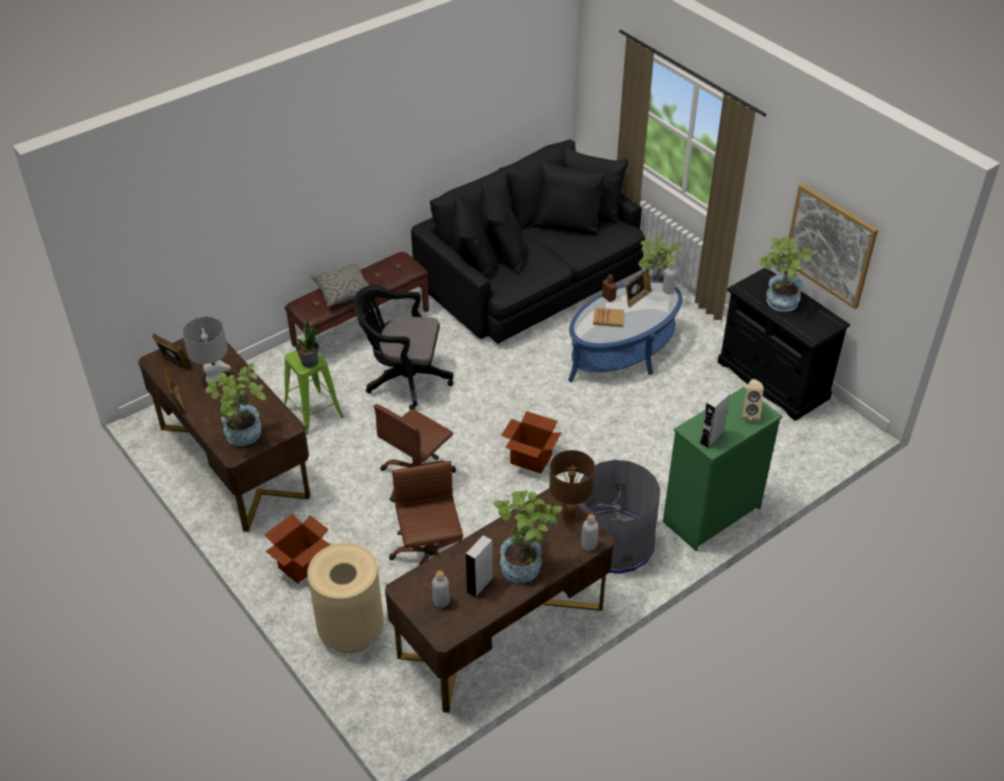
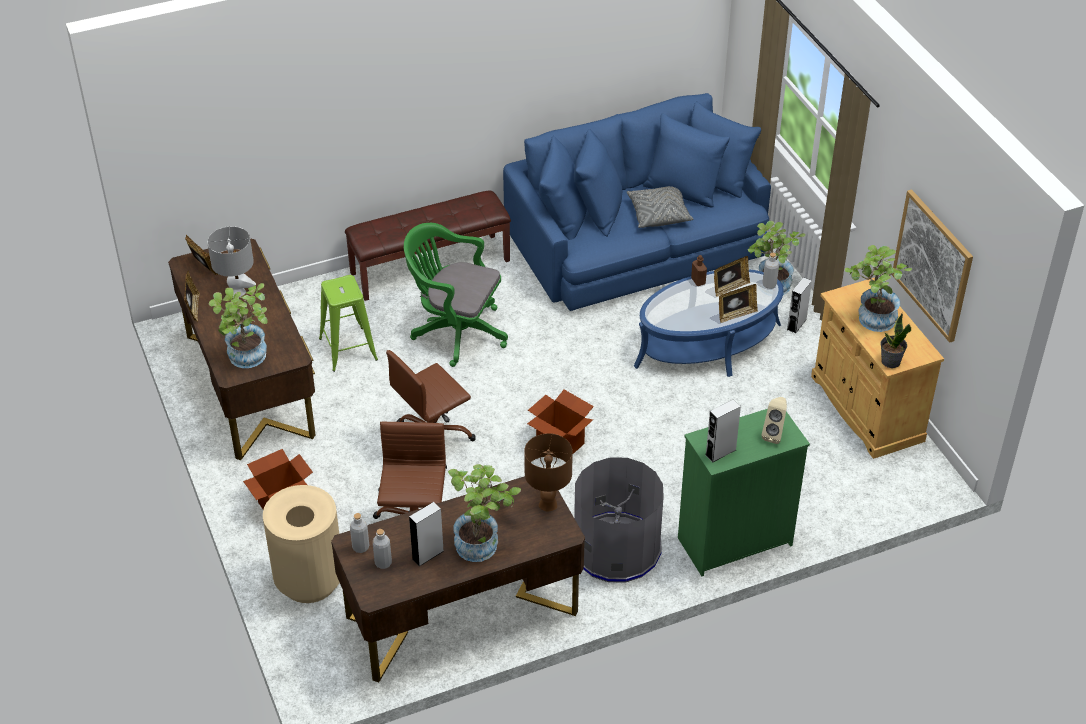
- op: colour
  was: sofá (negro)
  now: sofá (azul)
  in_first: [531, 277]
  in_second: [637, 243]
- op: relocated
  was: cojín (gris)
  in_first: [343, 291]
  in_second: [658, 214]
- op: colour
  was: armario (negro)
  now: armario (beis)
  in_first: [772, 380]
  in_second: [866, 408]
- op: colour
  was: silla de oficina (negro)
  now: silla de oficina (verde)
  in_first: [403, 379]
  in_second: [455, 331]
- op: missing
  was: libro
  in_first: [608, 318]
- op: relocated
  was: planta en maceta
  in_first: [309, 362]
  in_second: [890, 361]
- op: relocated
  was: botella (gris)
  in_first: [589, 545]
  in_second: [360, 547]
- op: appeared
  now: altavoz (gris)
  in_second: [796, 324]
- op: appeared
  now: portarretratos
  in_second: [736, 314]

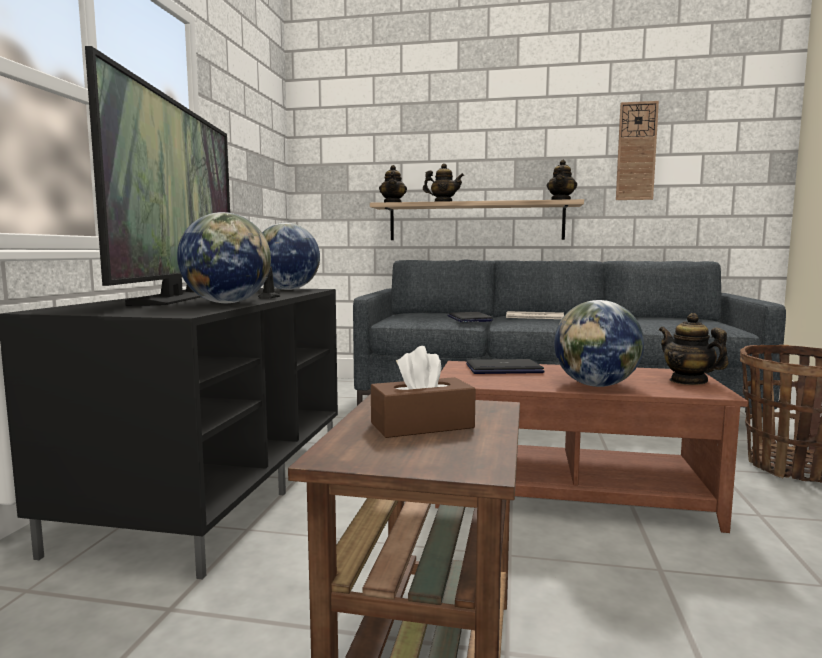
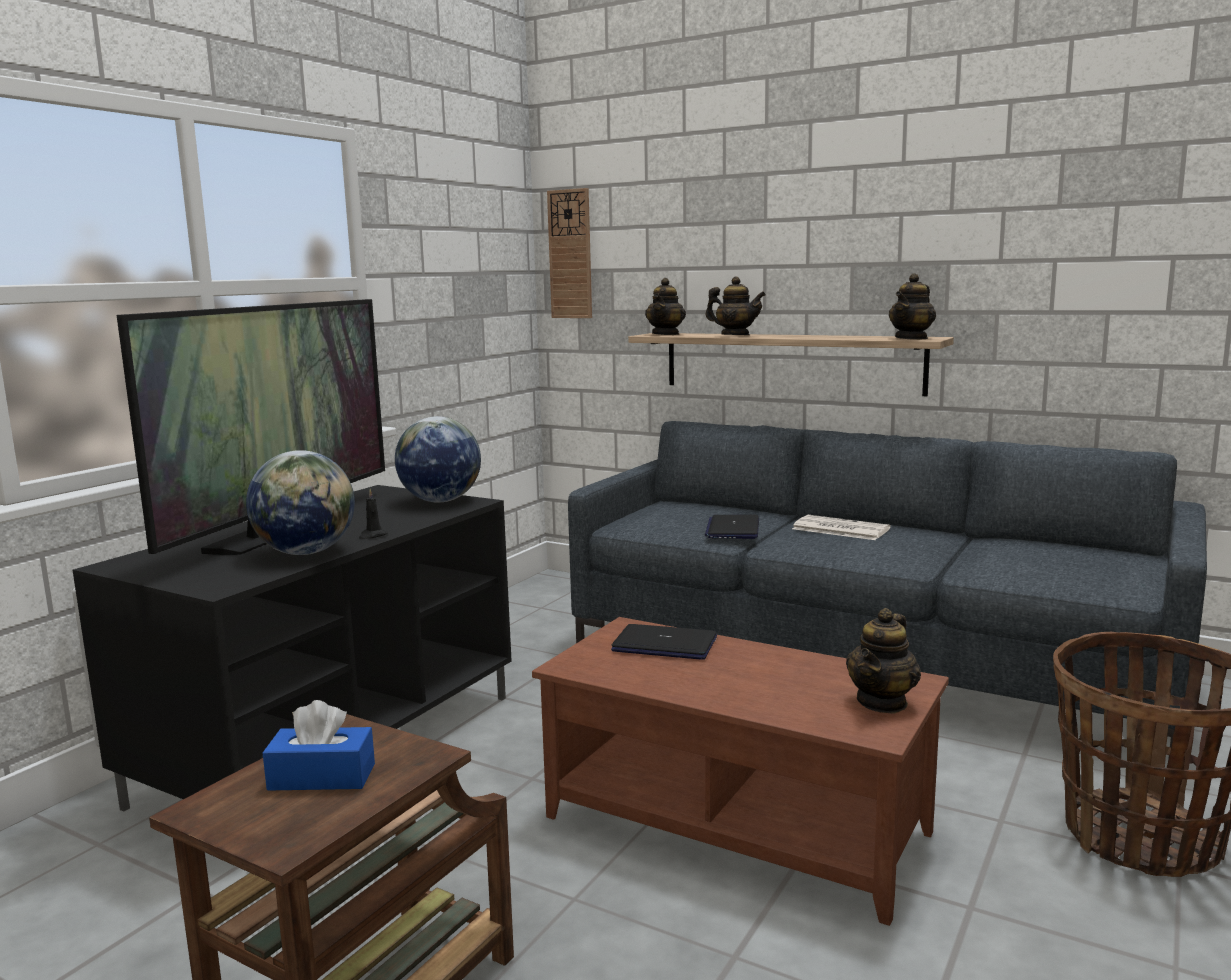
- op: relocated
  was: reloj de pared
  in_first: [636, 151]
  in_second: [570, 254]
- op: missing
  was: globo terráqueo
  in_first: [596, 385]
- op: spun
  was: tetera
  in_first: [688, 381]
  in_second: [882, 702]
  clockwise: -135
- op: colour
  was: caja de pañuelos (marrón)
  now: caja de pañuelos (azul)
  in_first: [422, 425]
  in_second: [322, 777]

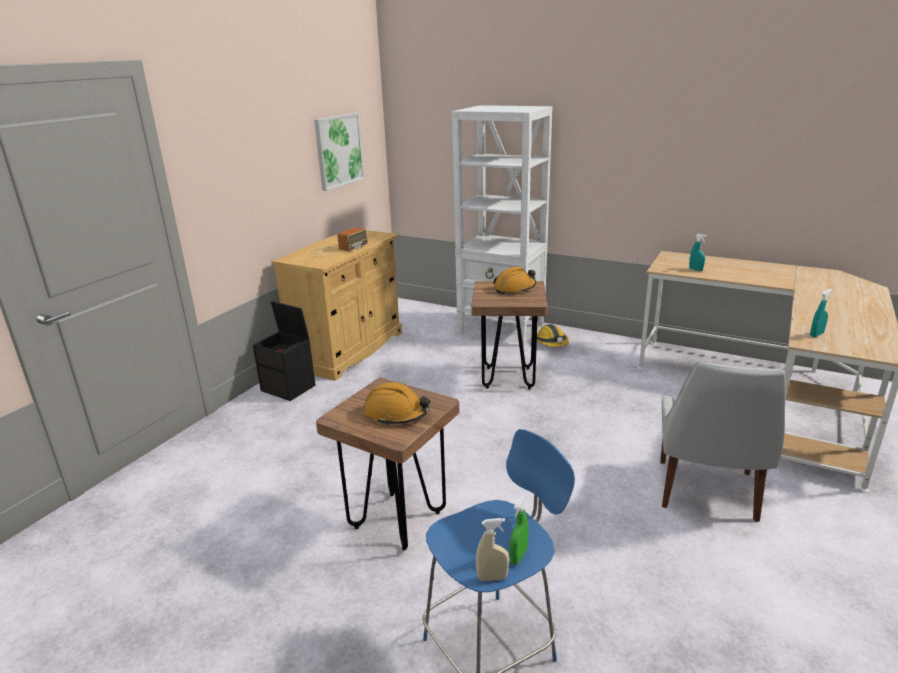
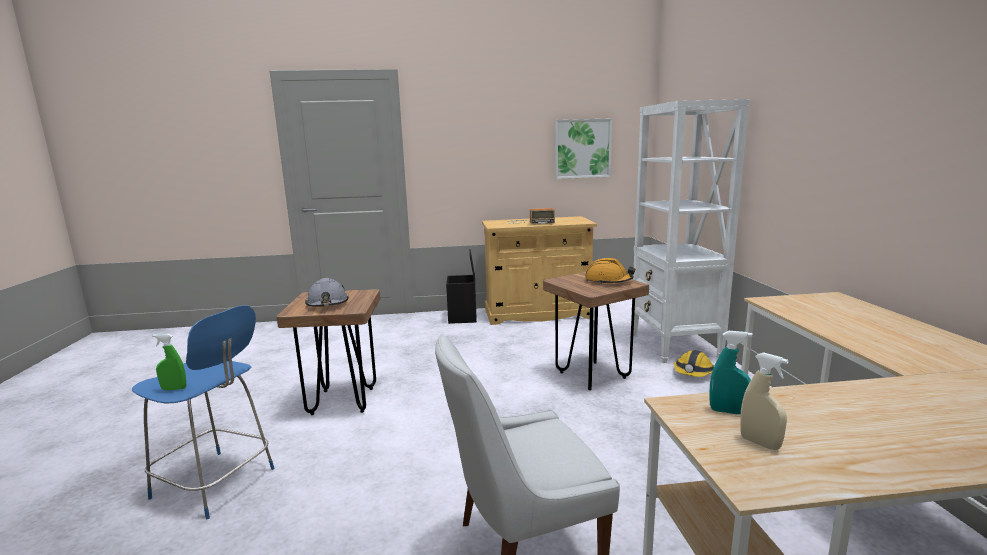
- op: missing
  was: pulverizador (turquesa)
  in_first: [695, 270]
- op: colour
  was: casco (naranja)
  now: casco (gris)
  in_first: [396, 413]
  in_second: [327, 304]
- op: relocated
  was: pulverizador (beis)
  in_first: [492, 578]
  in_second: [759, 443]

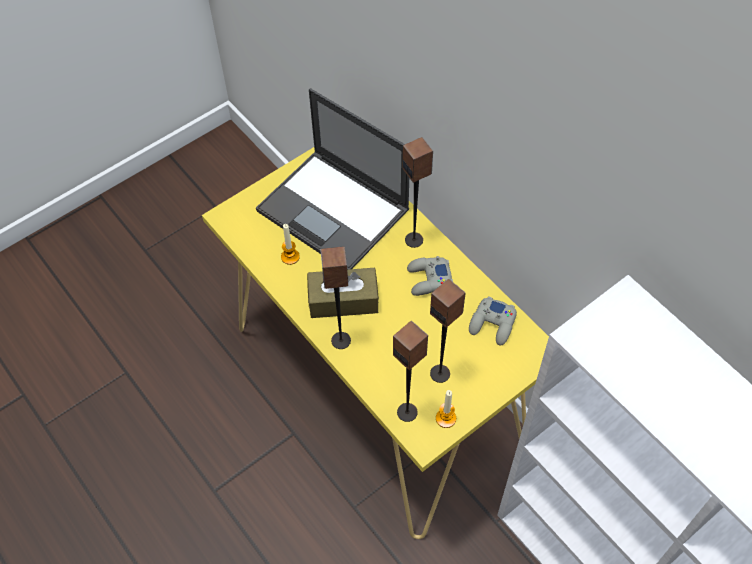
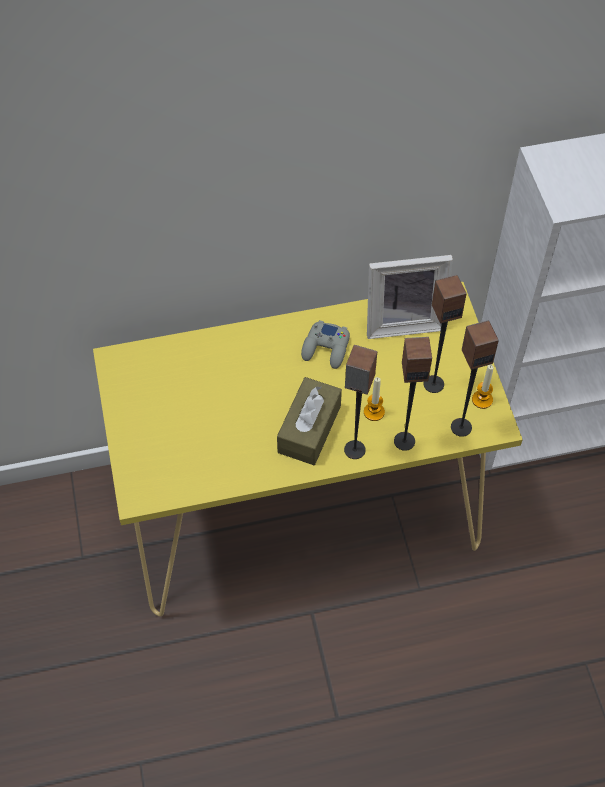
- op: missing
  was: portátil
  in_first: [334, 211]
- op: relocated
  was: altavoz
  in_first: [414, 240]
  in_second: [404, 440]
- op: relocated
  was: vela
  in_first: [290, 257]
  in_second: [374, 412]
- op: exchanged
  was: mando de consola (gris)
  now: portarretratos
  in_first: [493, 324]
  in_second: [403, 321]

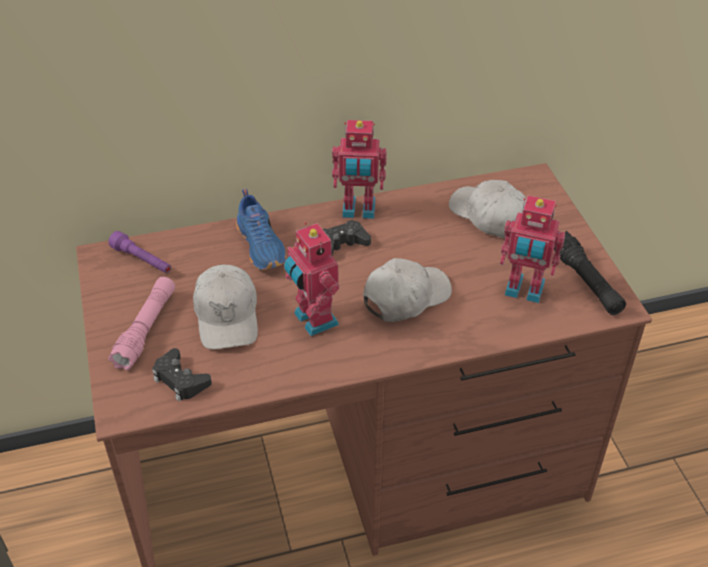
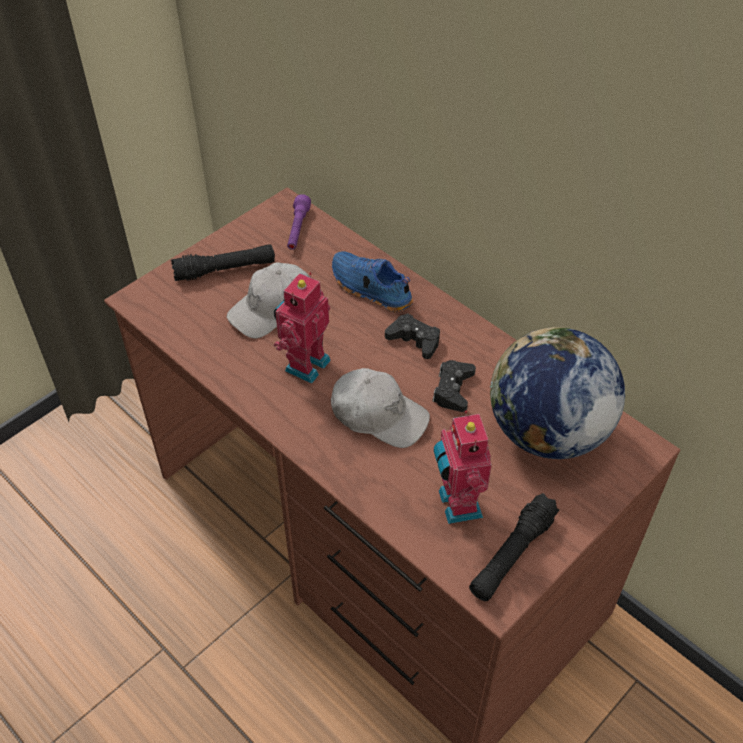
- op: missing
  was: robot de juguete
  in_first: [358, 210]
- op: exchanged
  was: gorra (blanco)
  now: globo terráqueo
  in_first: [488, 216]
  in_second: [546, 432]
- op: spun
  was: zapato (azul)
  in_first: [262, 246]
  in_second: [370, 290]
  clockwise: 90
- op: colour
  was: linterna (rosa)
  now: linterna (negro)
  in_first: [146, 329]
  in_second: [225, 270]
- op: relocated
  was: mando de consola (negro)
  in_first: [180, 380]
  in_second: [453, 390]

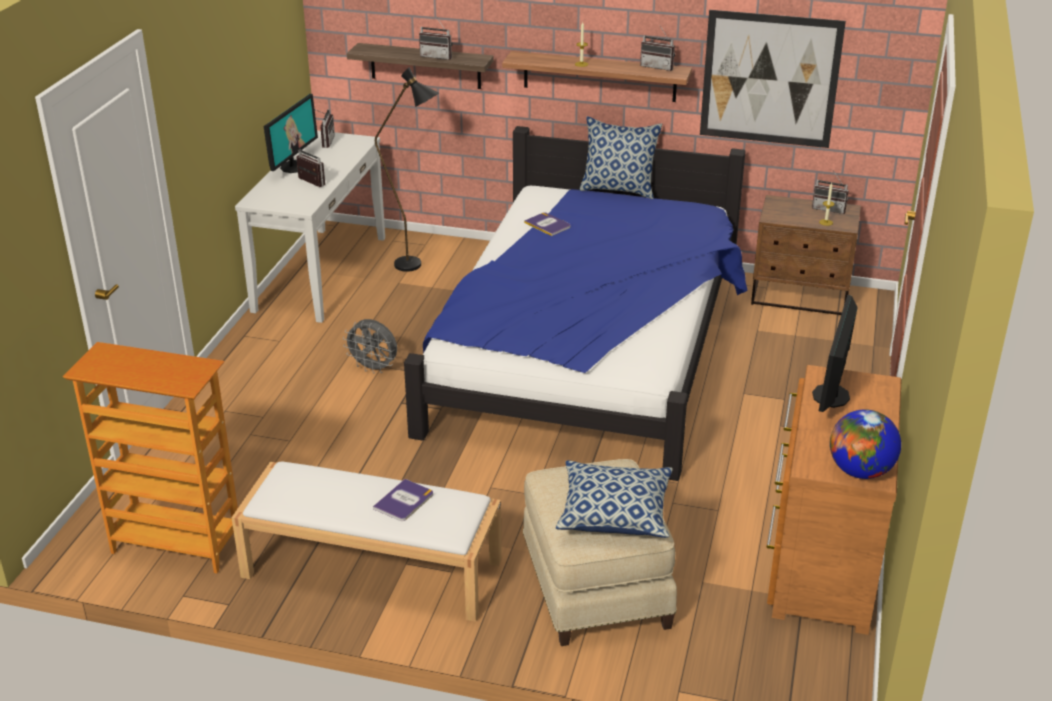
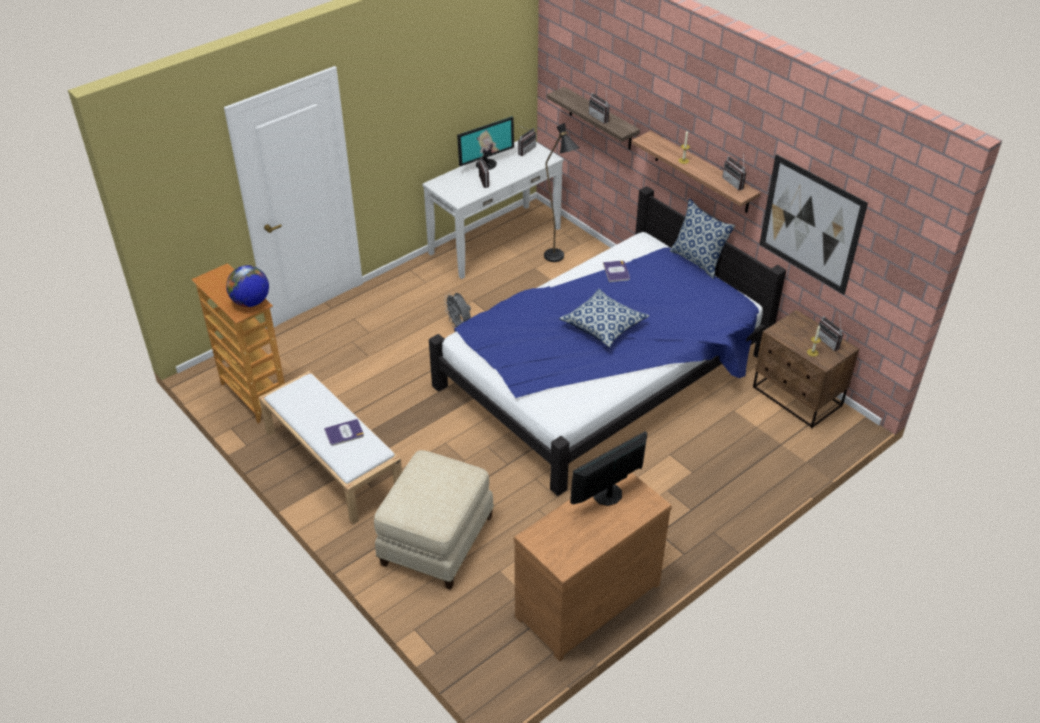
- op: relocated
  was: globo terráqueo
  in_first: [860, 471]
  in_second: [251, 302]
- op: relocated
  was: cojín
  in_first: [615, 513]
  in_second: [603, 326]

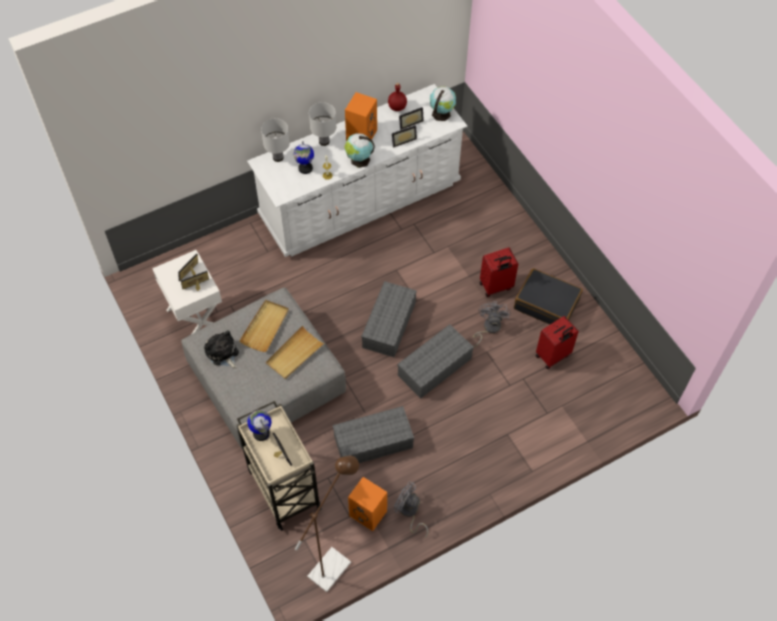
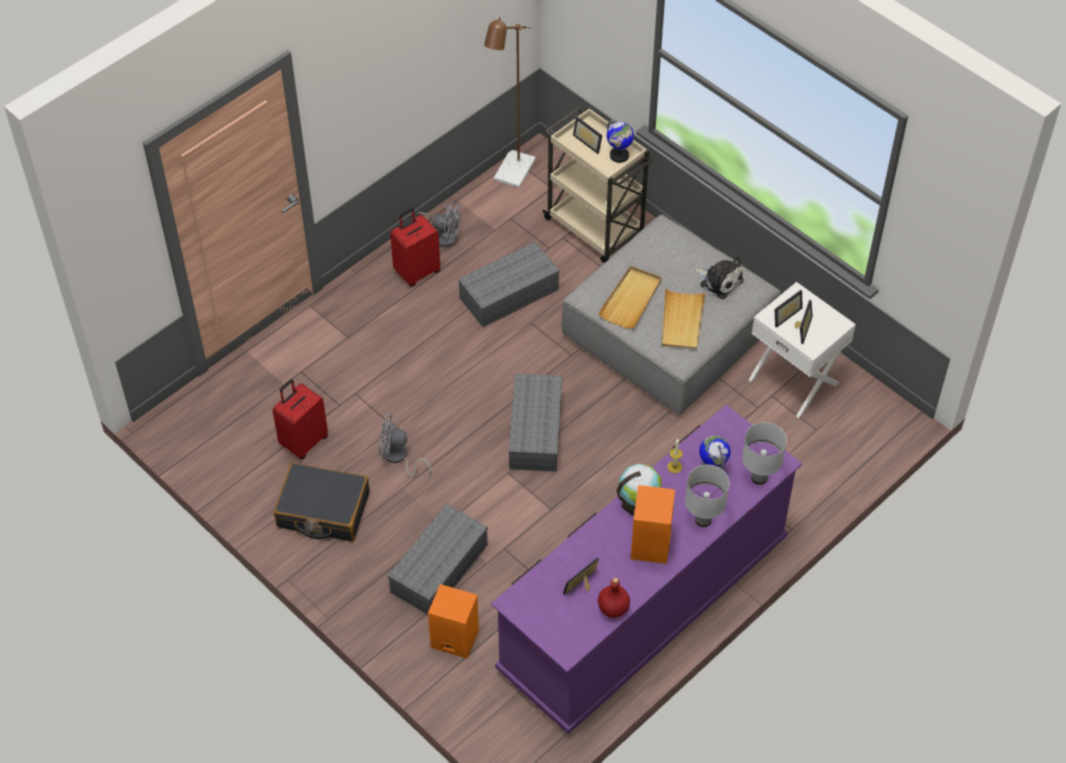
- op: colour
  was: cómoda (blanco)
  now: cómoda (morado)
  in_first: [360, 200]
  in_second: [643, 605]
- op: missing
  was: globo terráqueo
  in_first: [441, 113]
- op: missing
  was: portarretratos
  in_first: [403, 140]
- op: relocated
  was: maleta (rojo)
  in_first: [496, 287]
  in_second: [417, 272]
- op: spun
  was: ventilador (gris)
  in_first: [488, 328]
  in_second: [398, 458]
  clockwise: 105
- op: relocated
  was: caja de almacenaje (gris)
  in_first: [434, 368]
  in_second: [439, 567]
- op: relocated
  was: altavoz (naranja)
  in_first: [369, 513]
  in_second: [453, 639]

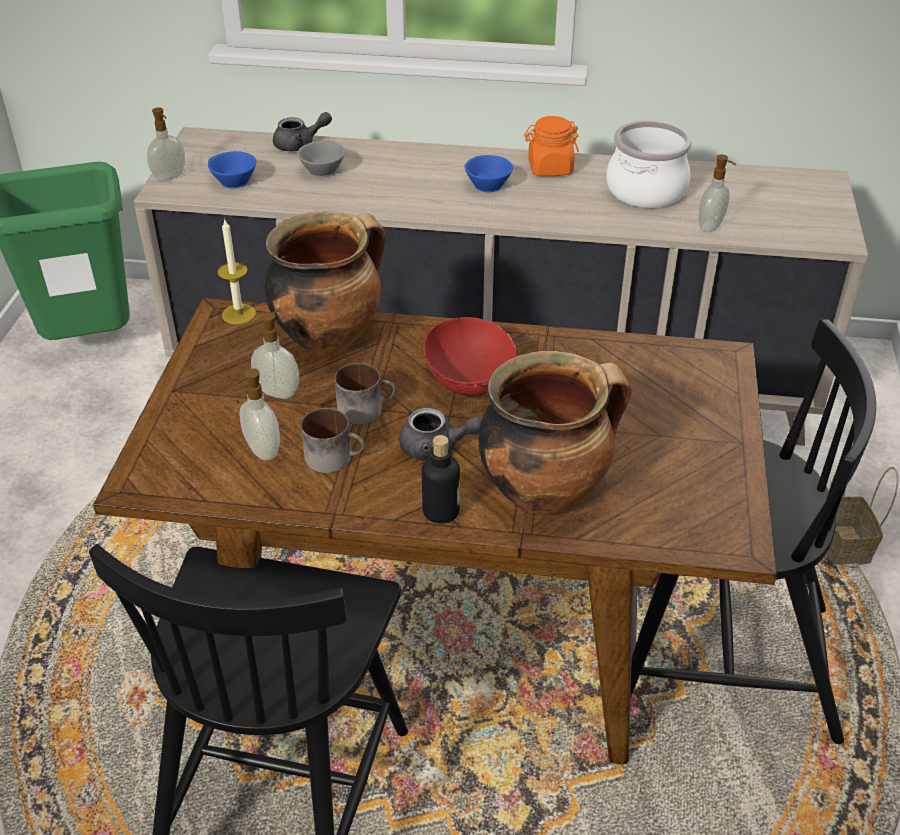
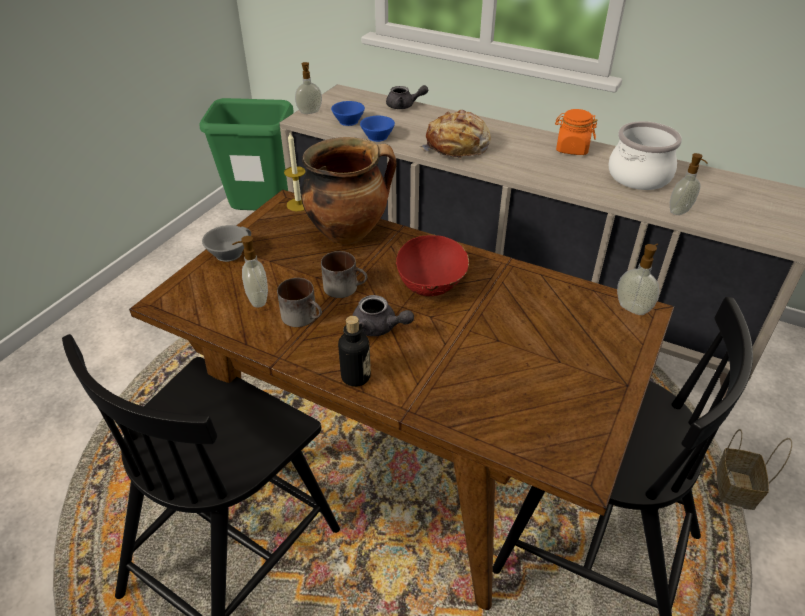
- op: relocated
  was: taza (gris)
  in_first: [321, 169]
  in_second: [228, 252]
- op: relocated
  was: taza (azul)
  in_first: [485, 184]
  in_second: [376, 136]
- op: relocated
  was: dispensador de jabón
  in_first: [278, 391]
  in_second: [633, 308]
- op: missing
  was: olla
  in_first: [545, 491]
- op: appeared
  now: pan
  in_second: [457, 147]

